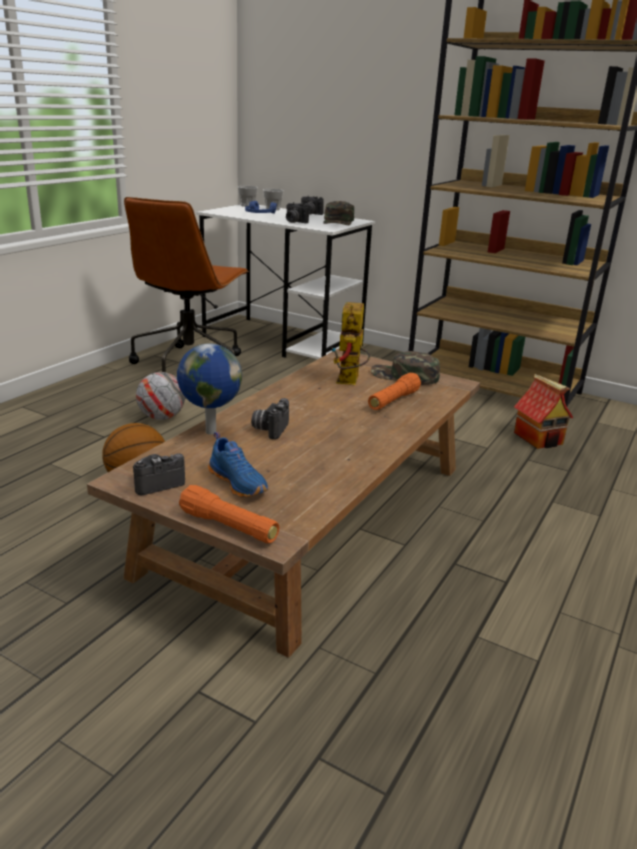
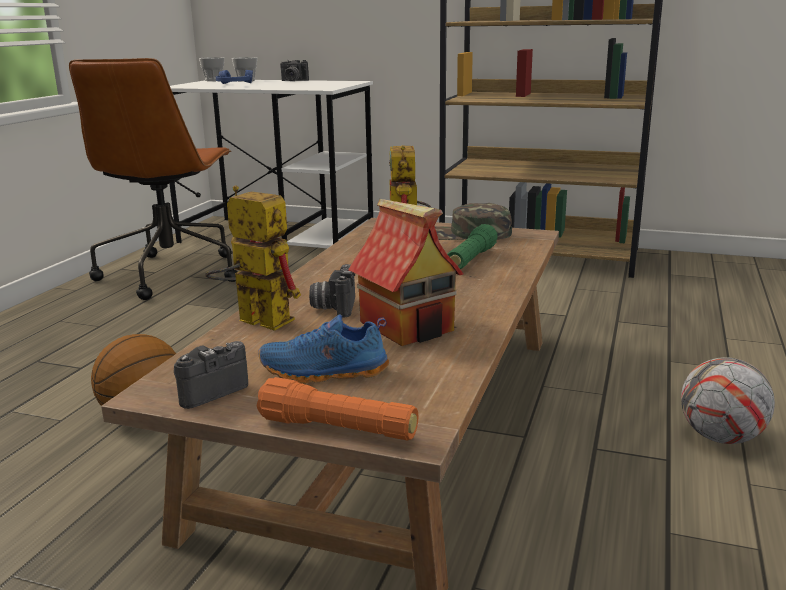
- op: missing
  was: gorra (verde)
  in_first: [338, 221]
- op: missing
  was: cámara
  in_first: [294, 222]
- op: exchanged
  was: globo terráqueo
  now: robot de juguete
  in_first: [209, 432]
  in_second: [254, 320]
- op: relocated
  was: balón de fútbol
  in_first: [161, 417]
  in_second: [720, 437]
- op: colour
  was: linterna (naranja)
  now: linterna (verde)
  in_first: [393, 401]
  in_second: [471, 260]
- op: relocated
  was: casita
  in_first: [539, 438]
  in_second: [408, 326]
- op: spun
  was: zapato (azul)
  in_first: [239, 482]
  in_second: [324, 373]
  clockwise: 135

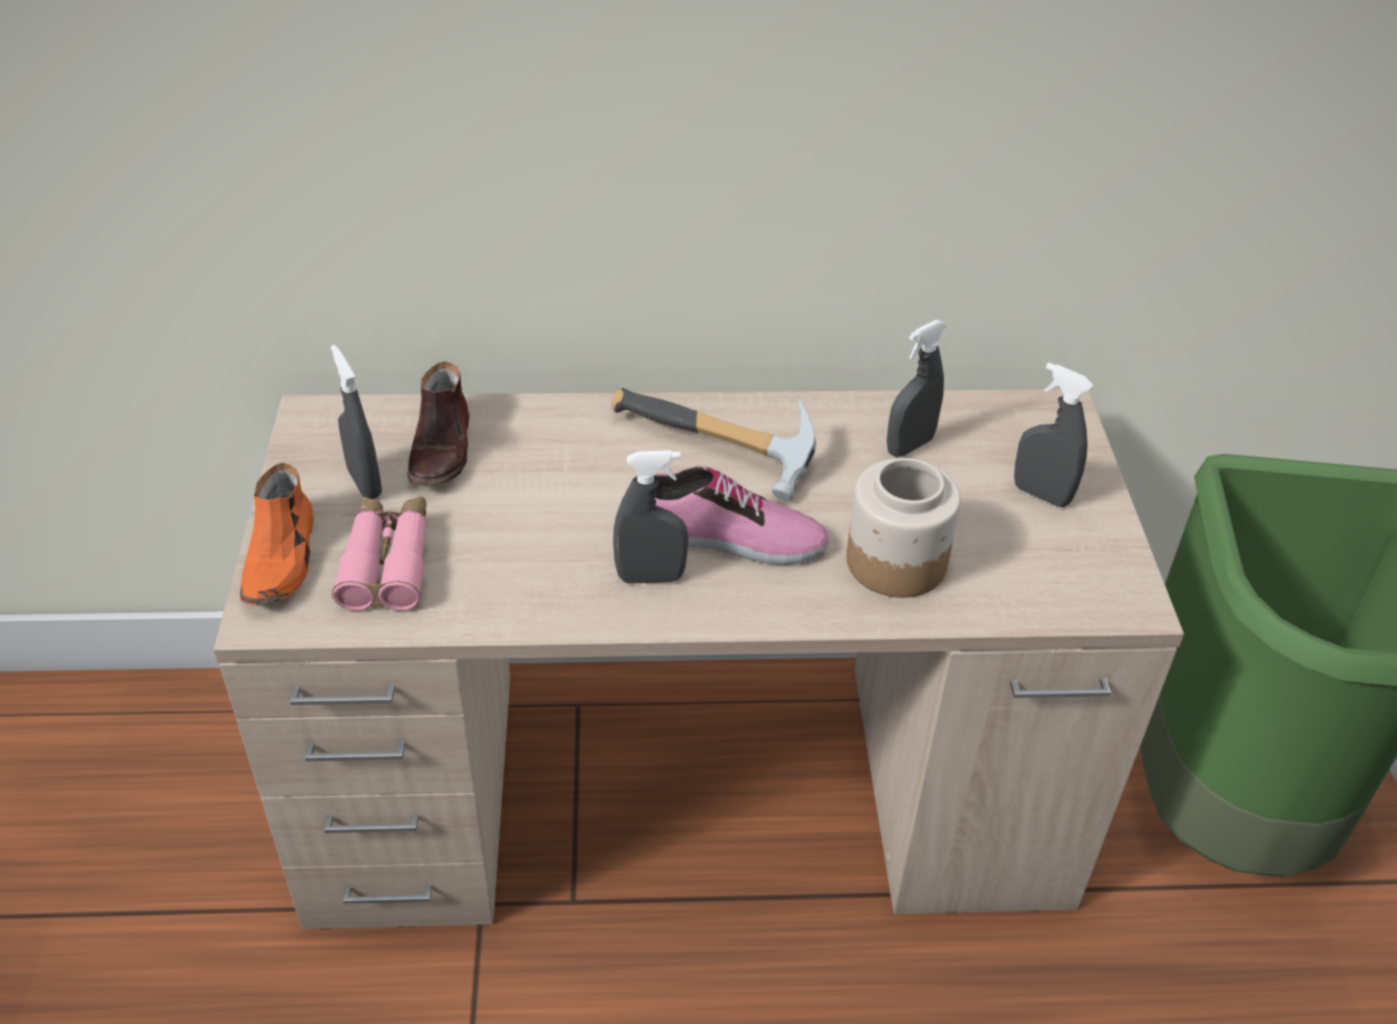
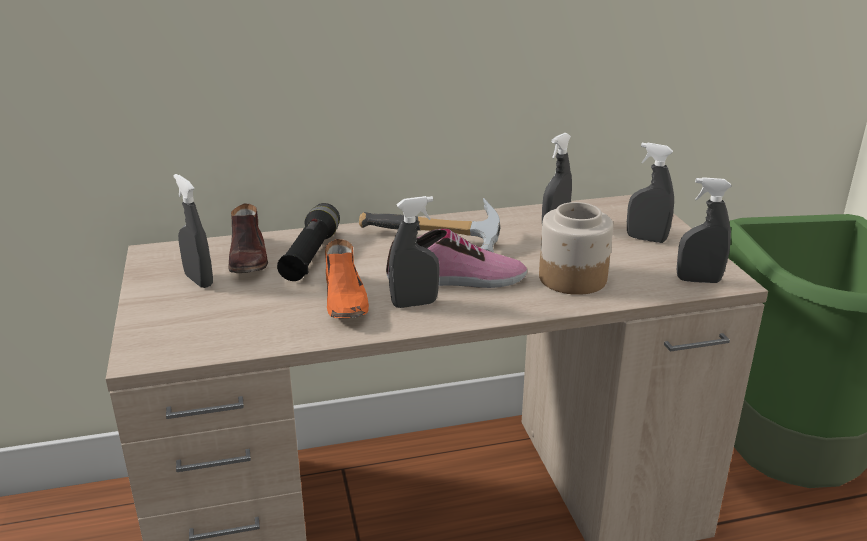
- op: relocated
  was: zapato (naranja)
  in_first: [282, 558]
  in_second: [346, 300]
- op: missing
  was: prismáticos (rosa)
  in_first: [387, 562]
- op: appeared
  now: pulverizador (gris)
  in_second: [698, 280]
- op: appeared
  now: linterna (negro)
  in_second: [310, 255]

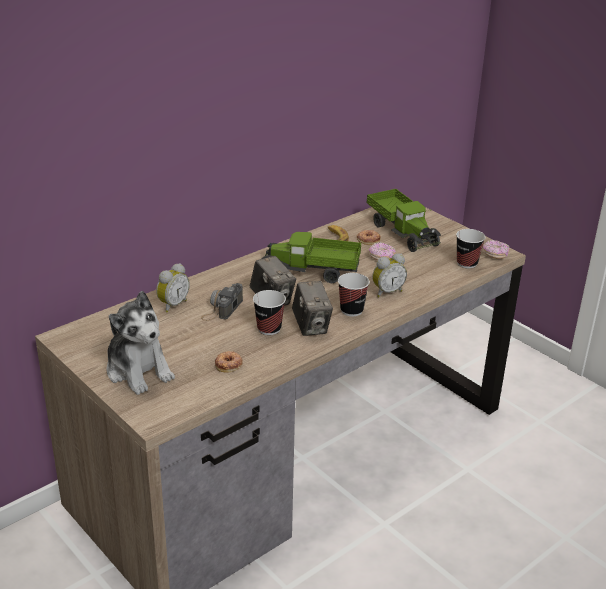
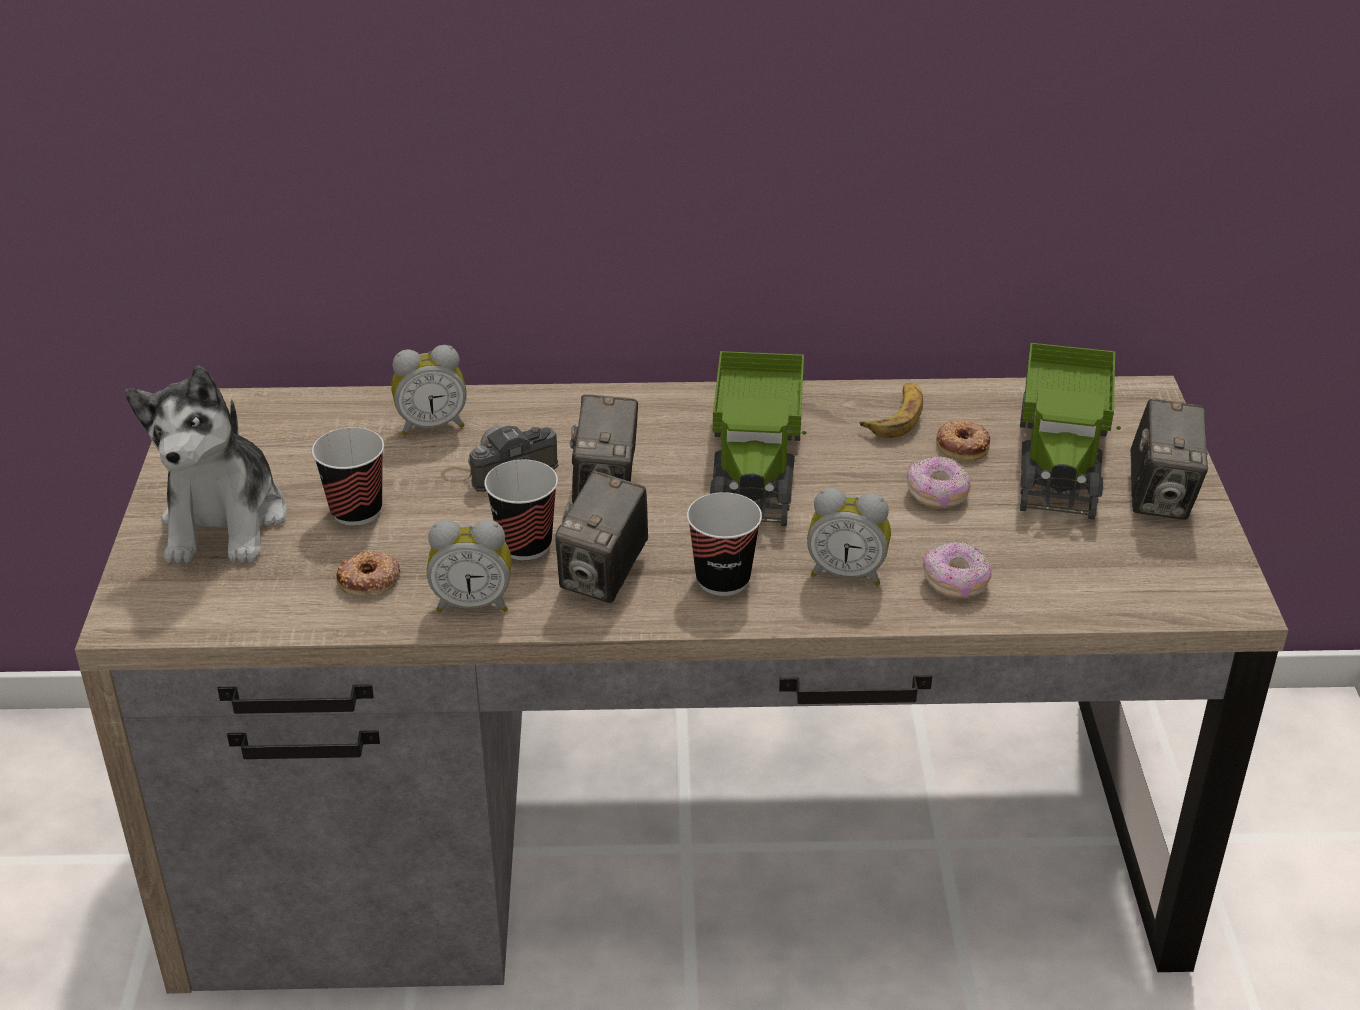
- op: relocated
  was: taza
  in_first: [467, 263]
  in_second: [356, 511]
- op: spun
  was: camión de juguete
  in_first: [311, 271]
  in_second: [756, 465]
  clockwise: -135
- op: relocated
  was: rosquilla
  in_first: [495, 255]
  in_second: [955, 583]
- op: appeared
  now: cámara
  in_second: [1160, 497]
- op: appeared
  now: despertador
  in_second: [473, 603]

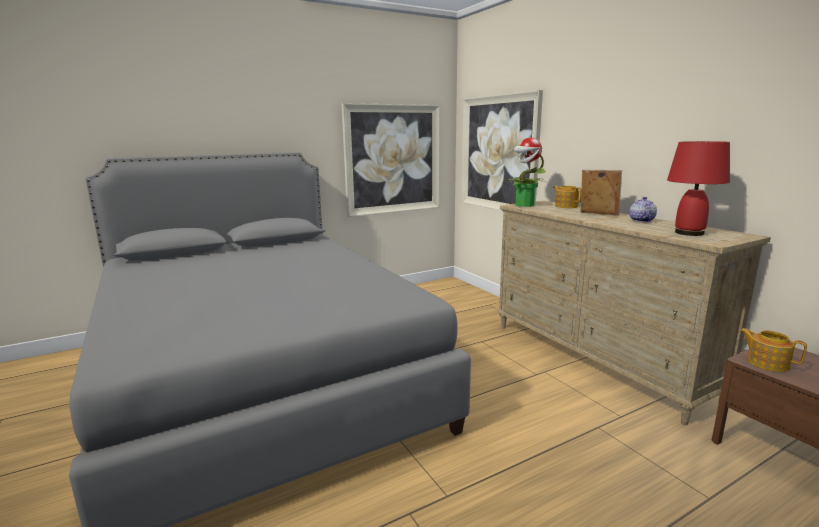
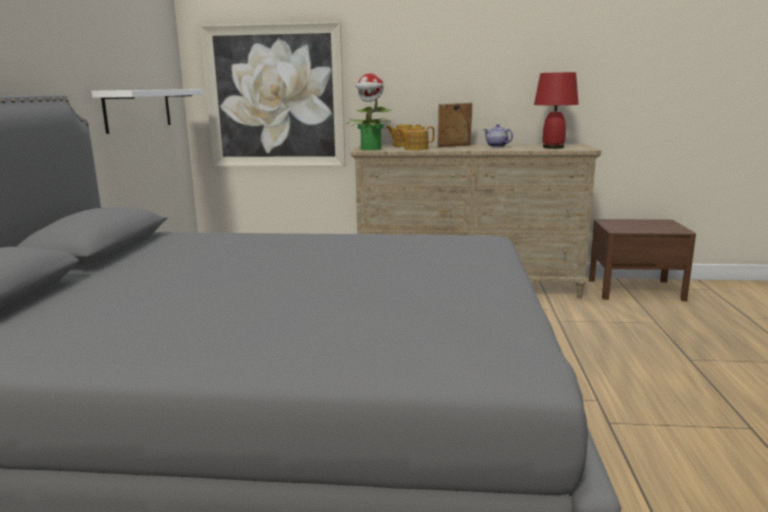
- op: exchanged
  was: cuadro
  now: estante (blanco)
  in_first: [393, 159]
  in_second: [138, 109]
- op: relocated
  was: tetera
  in_first: [767, 363]
  in_second: [415, 149]

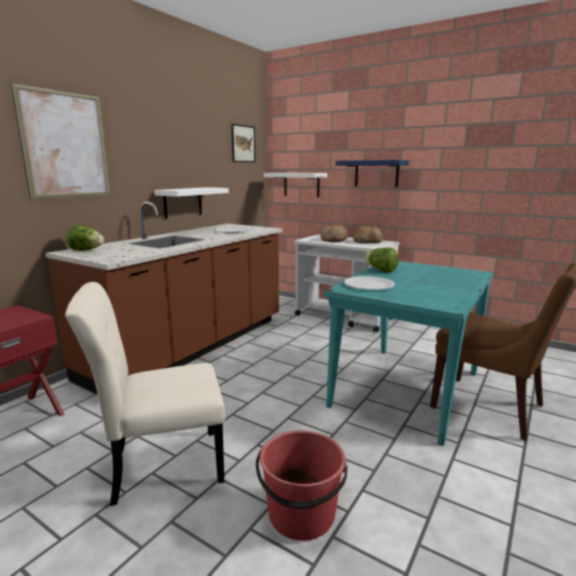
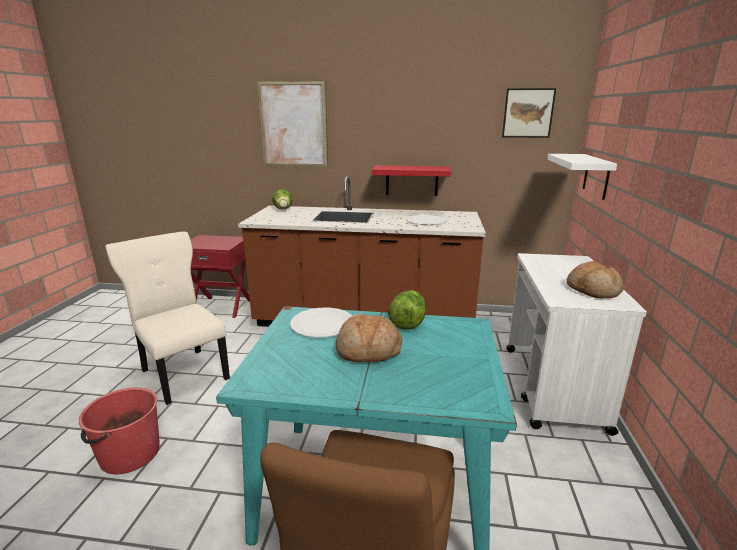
- op: missing
  was: estante (azul)
  in_first: [376, 174]
- op: colour
  was: estante (blanco)
  now: estante (rojo)
  in_first: [182, 202]
  in_second: [412, 180]
- op: relocated
  was: pan
  in_first: [334, 240]
  in_second: [368, 350]

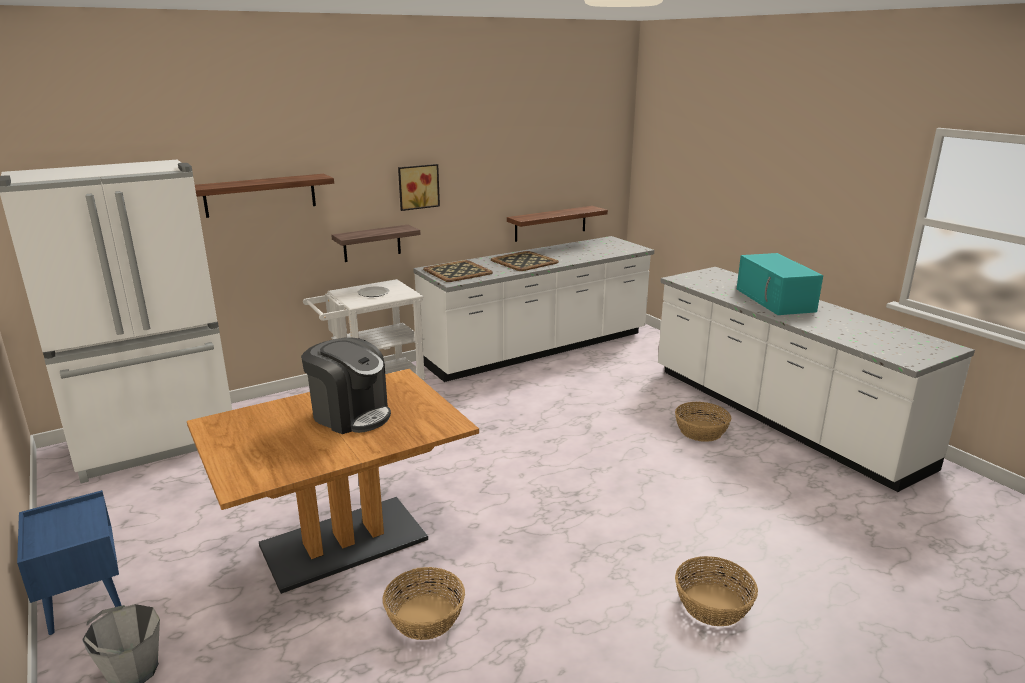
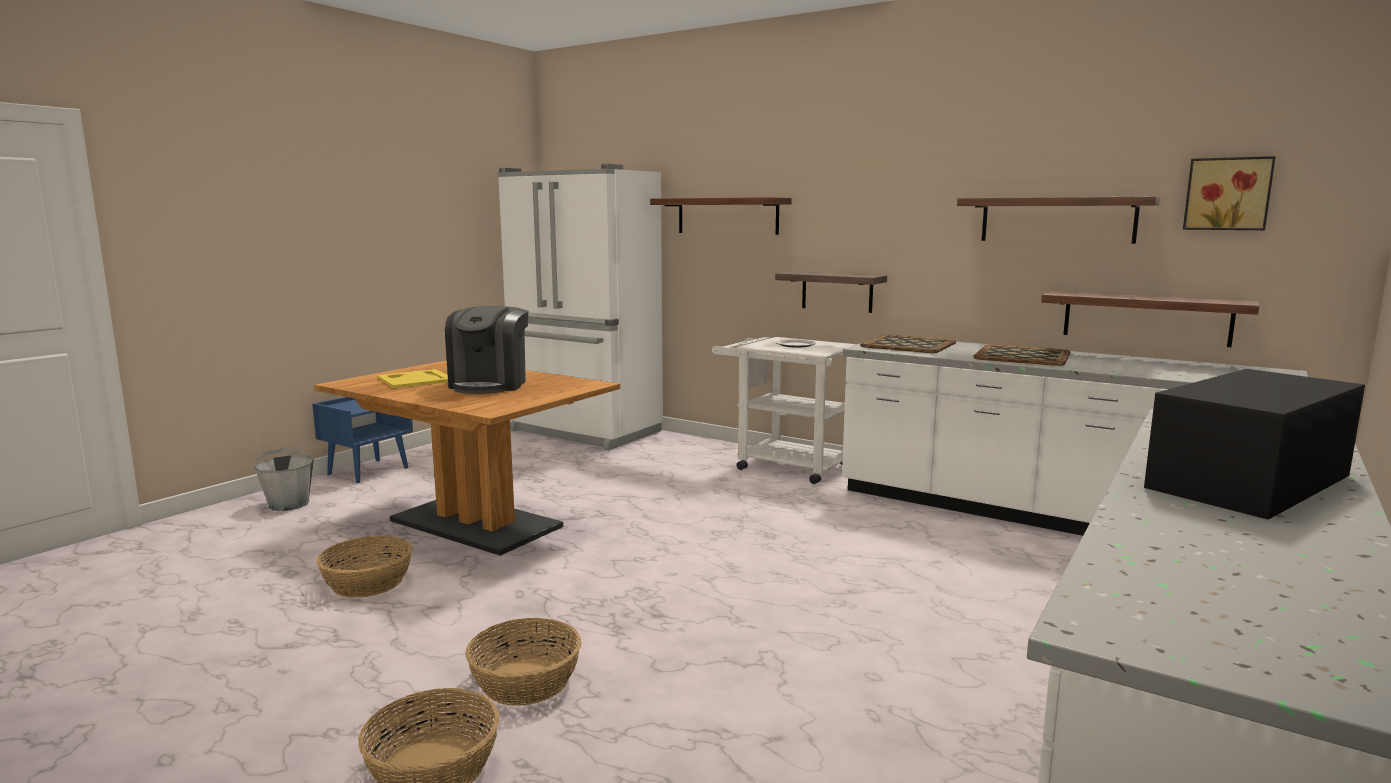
- op: relocated
  was: cuadro
  in_first: [418, 186]
  in_second: [1227, 194]
- op: colour
  was: microondas (turquesa)
  now: microondas (negro)
  in_first: [776, 300]
  in_second: [1248, 482]
- op: relocated
  was: cesta
  in_first: [700, 431]
  in_second: [525, 681]
- op: appeared
  now: estante
  in_second: [1057, 220]
- op: appeared
  now: bandeja (amarillo)
  in_second: [416, 379]

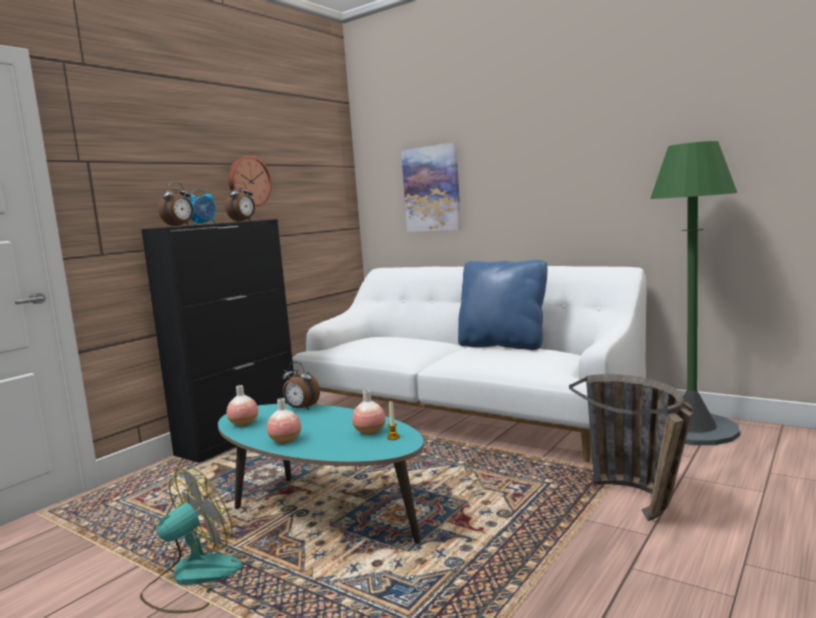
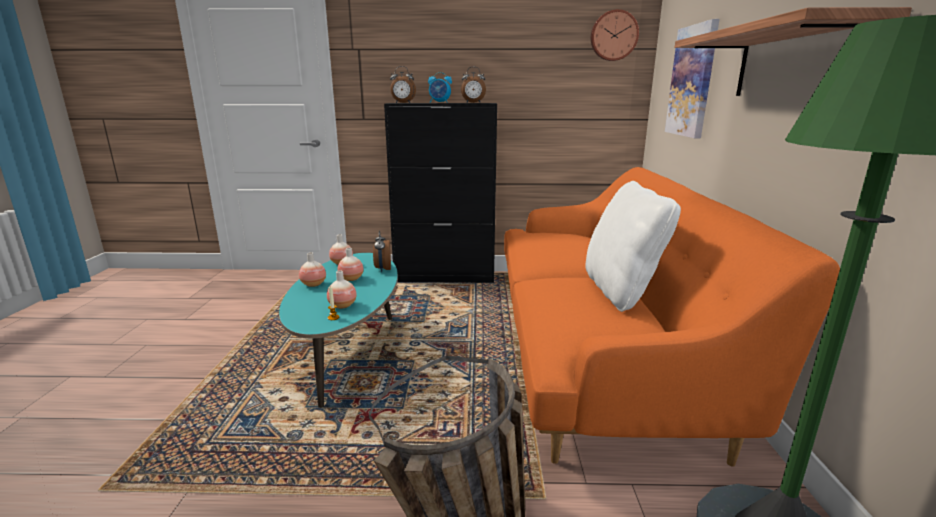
- op: relocated
  was: reloj de pared
  in_first: [248, 181]
  in_second: [613, 36]
- op: colour
  was: cojín (azul)
  now: cojín (blanco)
  in_first: [503, 345]
  in_second: [621, 291]
- op: colour
  was: sofá (blanco)
  now: sofá (naranja)
  in_first: [462, 412]
  in_second: [596, 343]
- op: missing
  was: ventilador
  in_first: [192, 579]
- op: appeared
  now: estante
  in_second: [795, 63]
- op: appeared
  now: florero
  in_second: [351, 279]

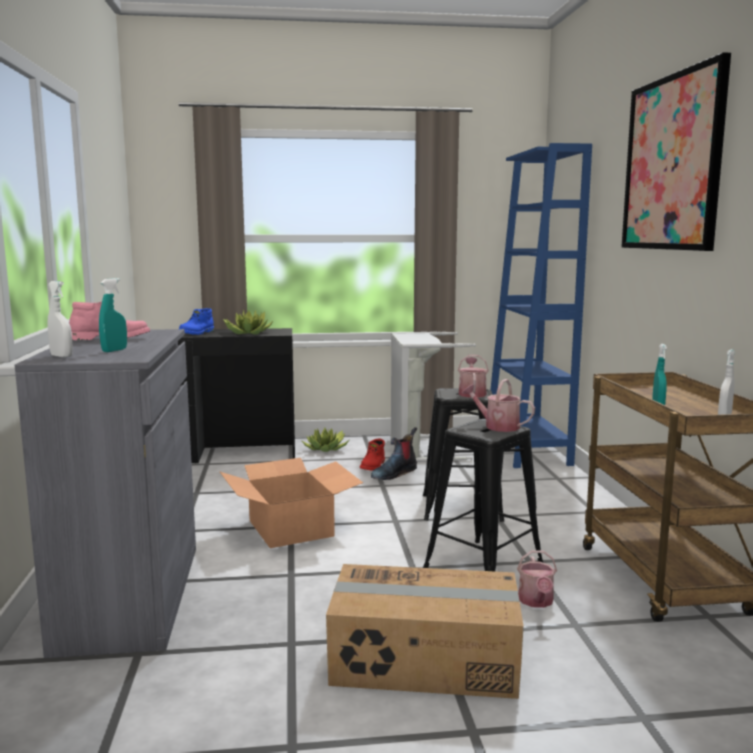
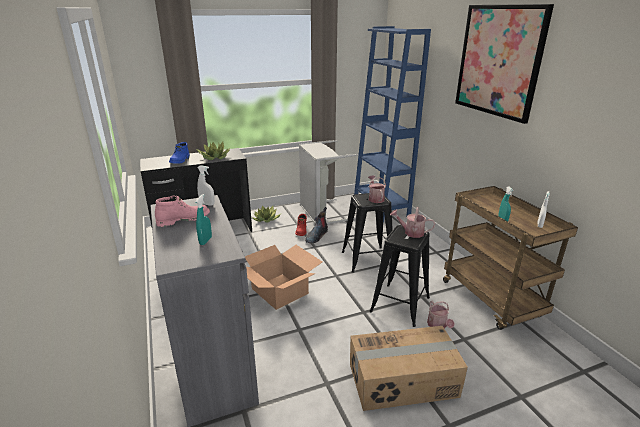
- op: relocated
  was: pulverizador (blanco)
  in_first: [61, 356]
  in_second: [207, 204]

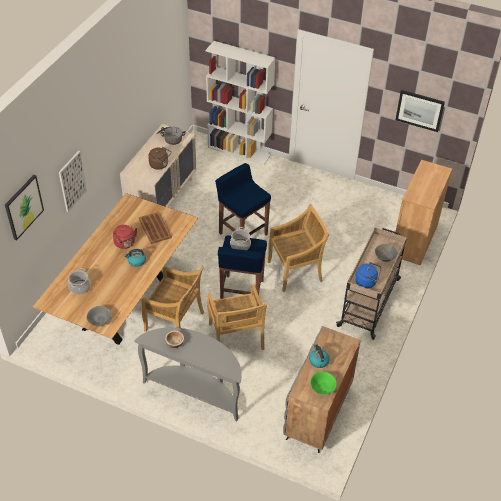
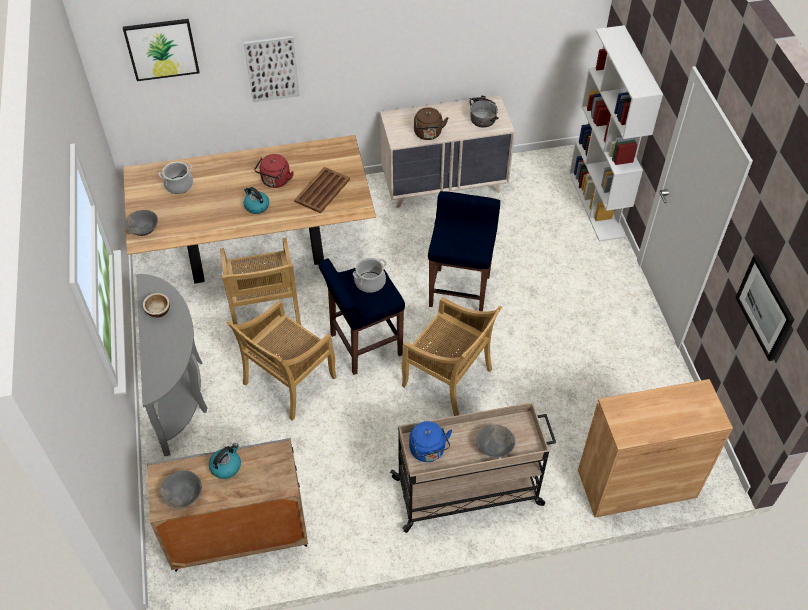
- op: colour
  was: cuenco (verde)
  now: cuenco (gris)
  in_first: [322, 387]
  in_second: [183, 495]

